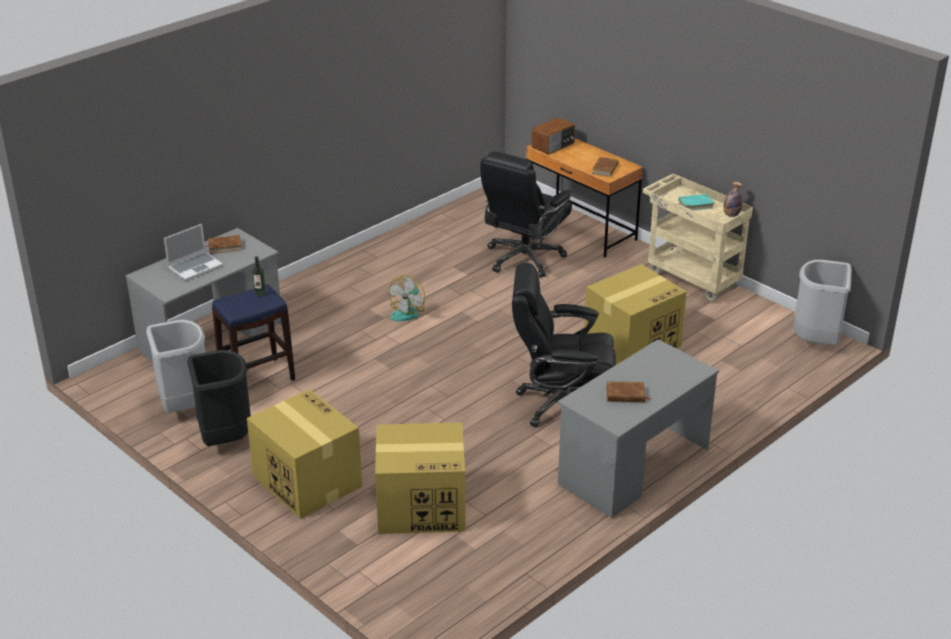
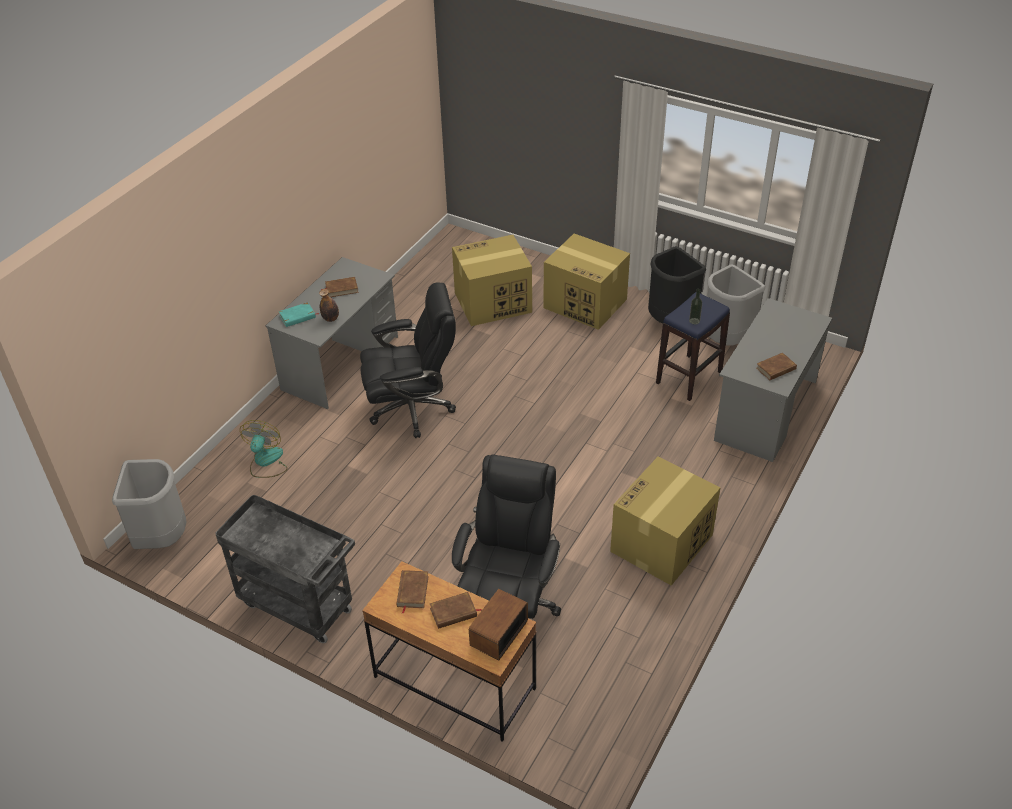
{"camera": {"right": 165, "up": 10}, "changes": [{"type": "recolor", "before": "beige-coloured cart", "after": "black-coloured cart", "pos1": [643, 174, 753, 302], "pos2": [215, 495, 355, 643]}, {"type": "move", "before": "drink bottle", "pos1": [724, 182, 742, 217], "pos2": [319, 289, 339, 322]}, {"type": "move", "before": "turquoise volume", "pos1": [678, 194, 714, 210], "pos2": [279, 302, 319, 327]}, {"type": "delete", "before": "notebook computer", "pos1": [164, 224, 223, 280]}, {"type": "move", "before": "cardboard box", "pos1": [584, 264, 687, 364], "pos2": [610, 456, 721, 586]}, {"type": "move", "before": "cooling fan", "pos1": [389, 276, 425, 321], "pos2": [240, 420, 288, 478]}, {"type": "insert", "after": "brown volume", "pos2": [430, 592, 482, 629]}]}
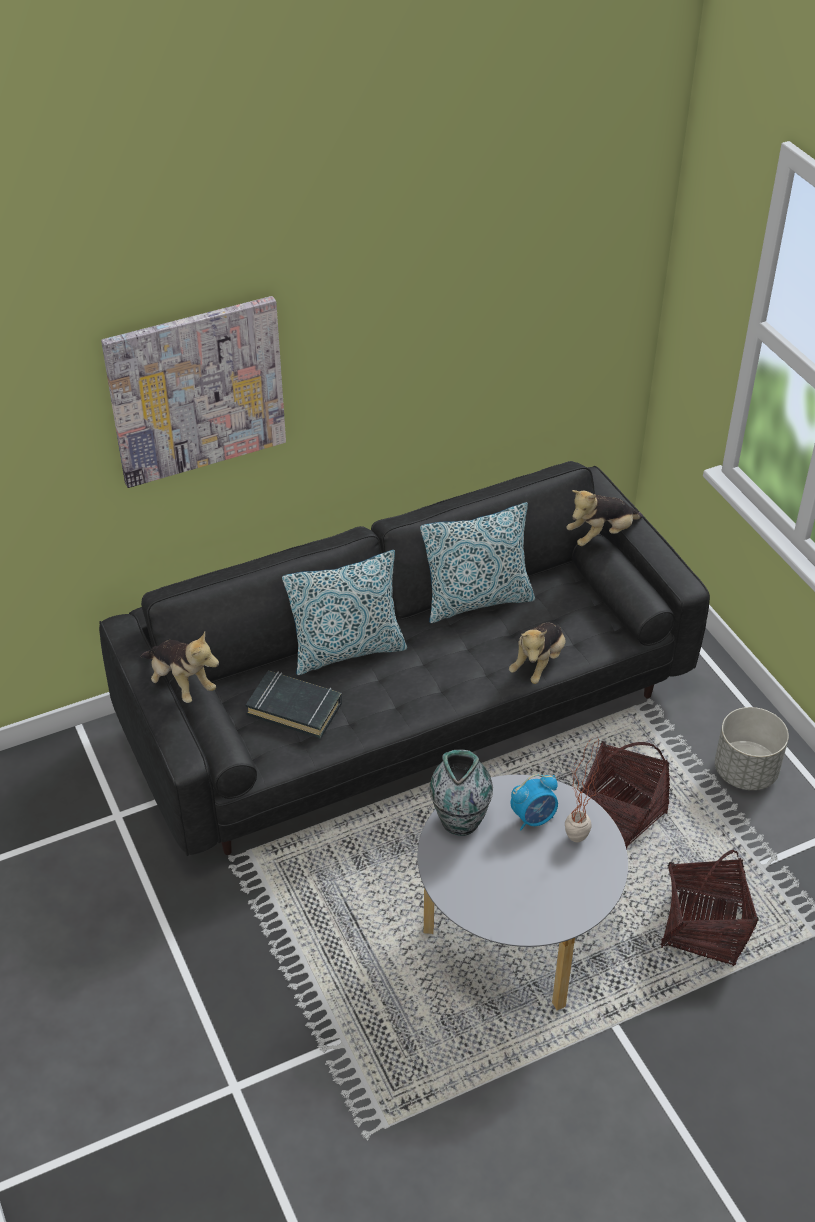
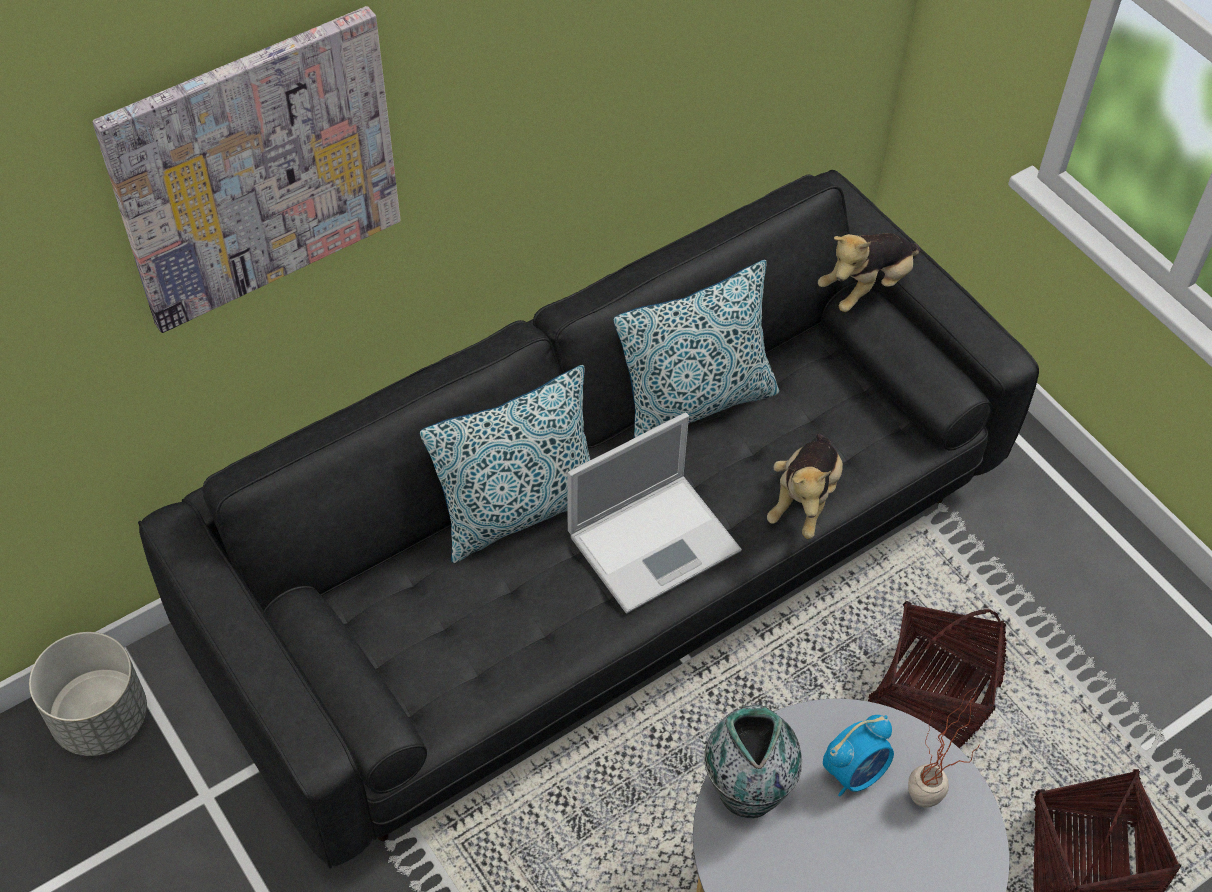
{"camera": {"right": -10, "up": 10}, "changes": [{"type": "delete", "before": "plush toy", "pos1": [140, 631, 219, 703]}, {"type": "delete", "before": "black-coloured volume", "pos1": [246, 670, 342, 739]}, {"type": "move", "before": "gray flower pot", "pos1": [715, 707, 789, 790], "pos2": [29, 632, 147, 756]}, {"type": "insert", "after": "notebook computer", "pos2": [567, 412, 742, 613]}]}
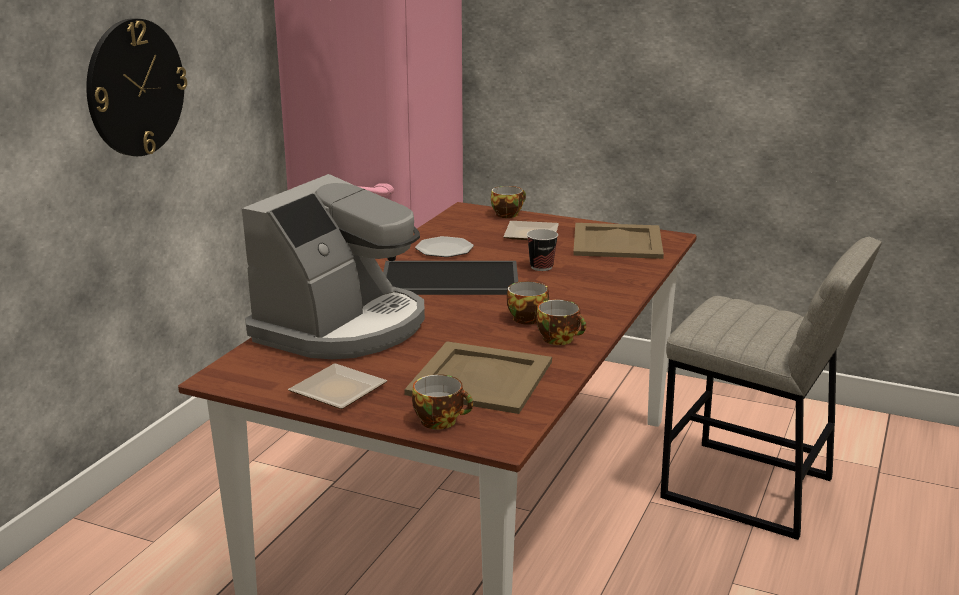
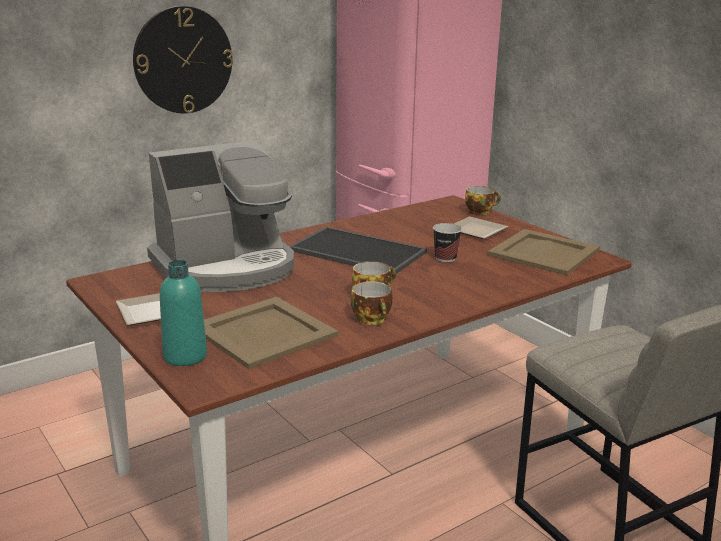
{"camera": {"right": 30, "up": 0}, "changes": [{"type": "delete", "before": "plate", "pos1": [415, 236, 474, 257]}, {"type": "replace", "before": "drinking cup", "after": "turquoise drink bottle", "pos1": [412, 374, 473, 430], "pos2": [160, 260, 207, 366]}]}
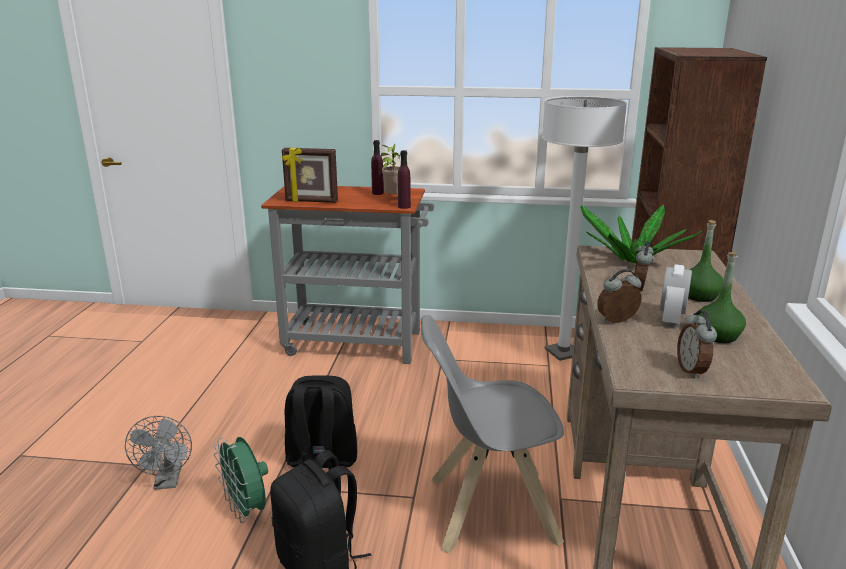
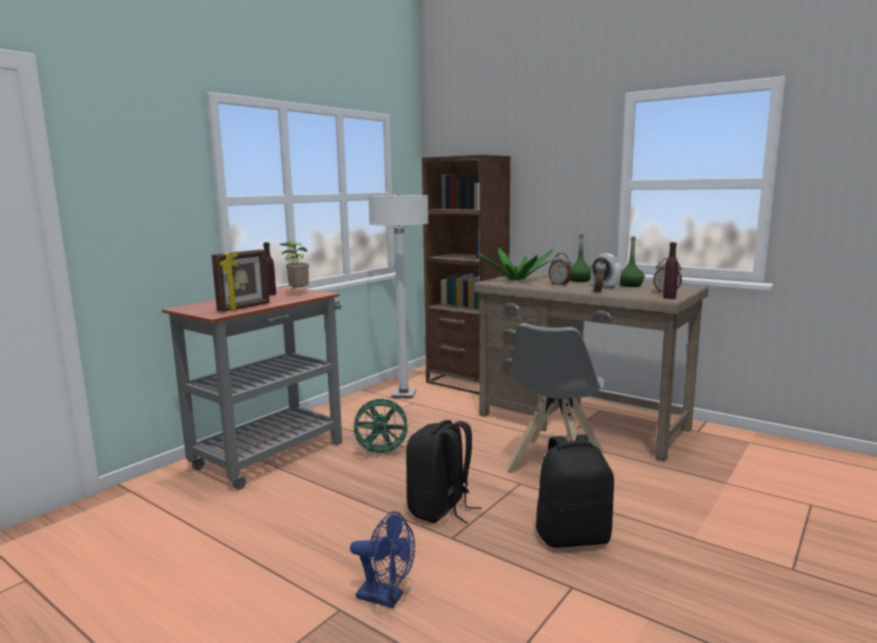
{"camera": {"right": -60, "up": -10}, "changes": [{"type": "move", "before": "purplish drink bottle", "pos1": [398, 150, 411, 209], "pos2": [663, 242, 678, 299]}, {"type": "recolor", "before": "gray cooling fan", "after": "blue cooling fan", "pos1": [125, 416, 192, 490], "pos2": [350, 511, 415, 608]}, {"type": "move", "before": "green-coloured cooling fan", "pos1": [214, 437, 268, 523], "pos2": [350, 399, 411, 457]}]}
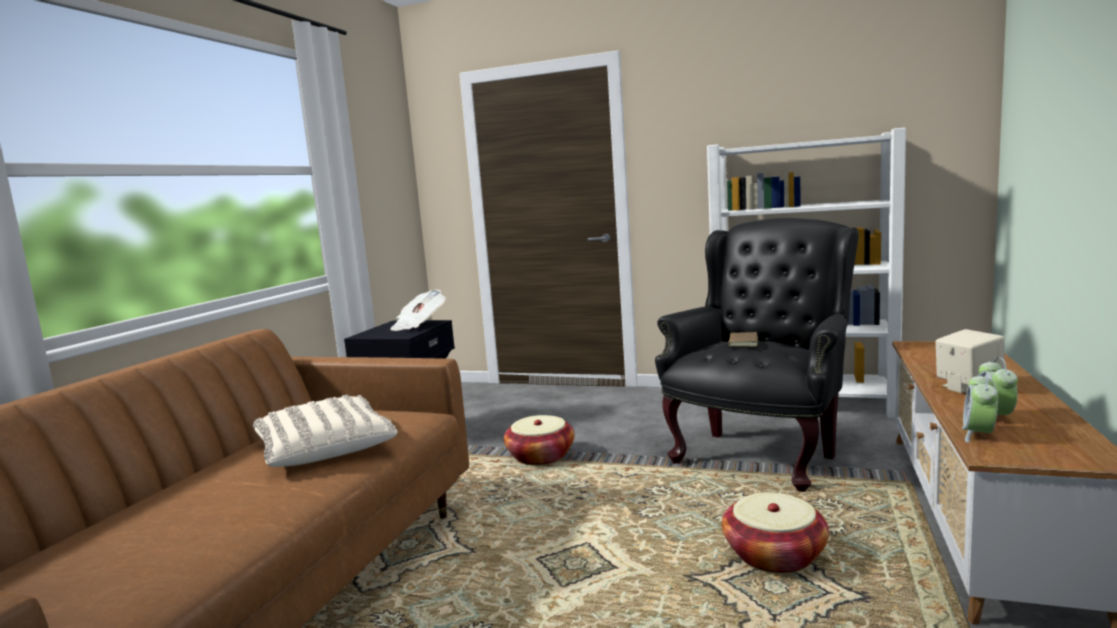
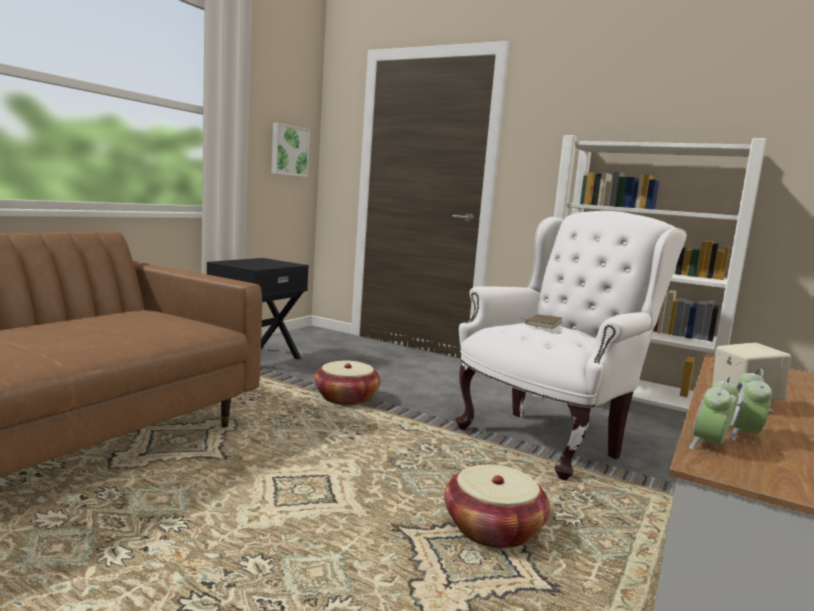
{"camera": {"right": 10, "up": 0}, "changes": [{"type": "recolor", "before": "black-coloured armchair", "after": "white-coloured armchair", "pos1": [655, 218, 859, 492], "pos2": [455, 211, 687, 480]}, {"type": "delete", "before": "daily paper", "pos1": [390, 289, 446, 331]}, {"type": "delete", "before": "beige-coloured pillow", "pos1": [253, 395, 398, 467]}, {"type": "insert", "after": "wall picture", "pos2": [272, 123, 310, 177]}]}
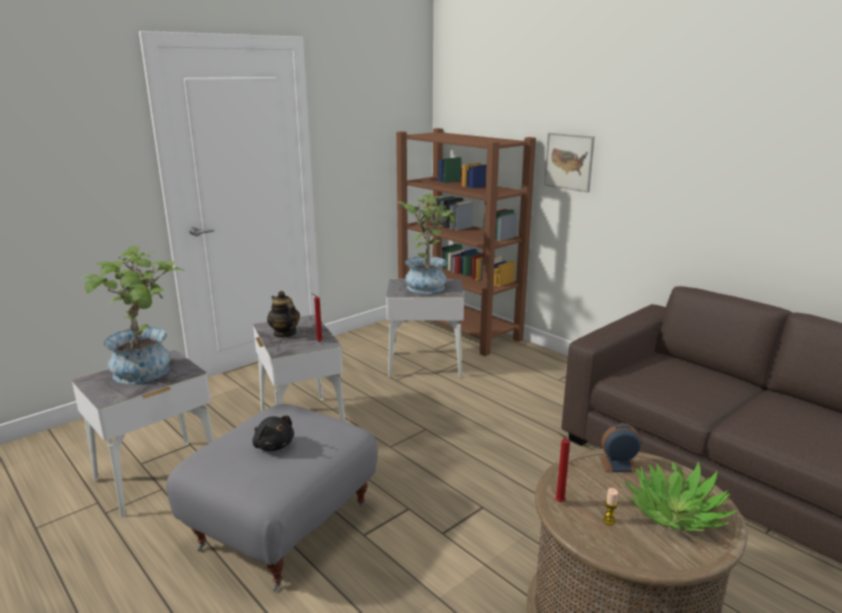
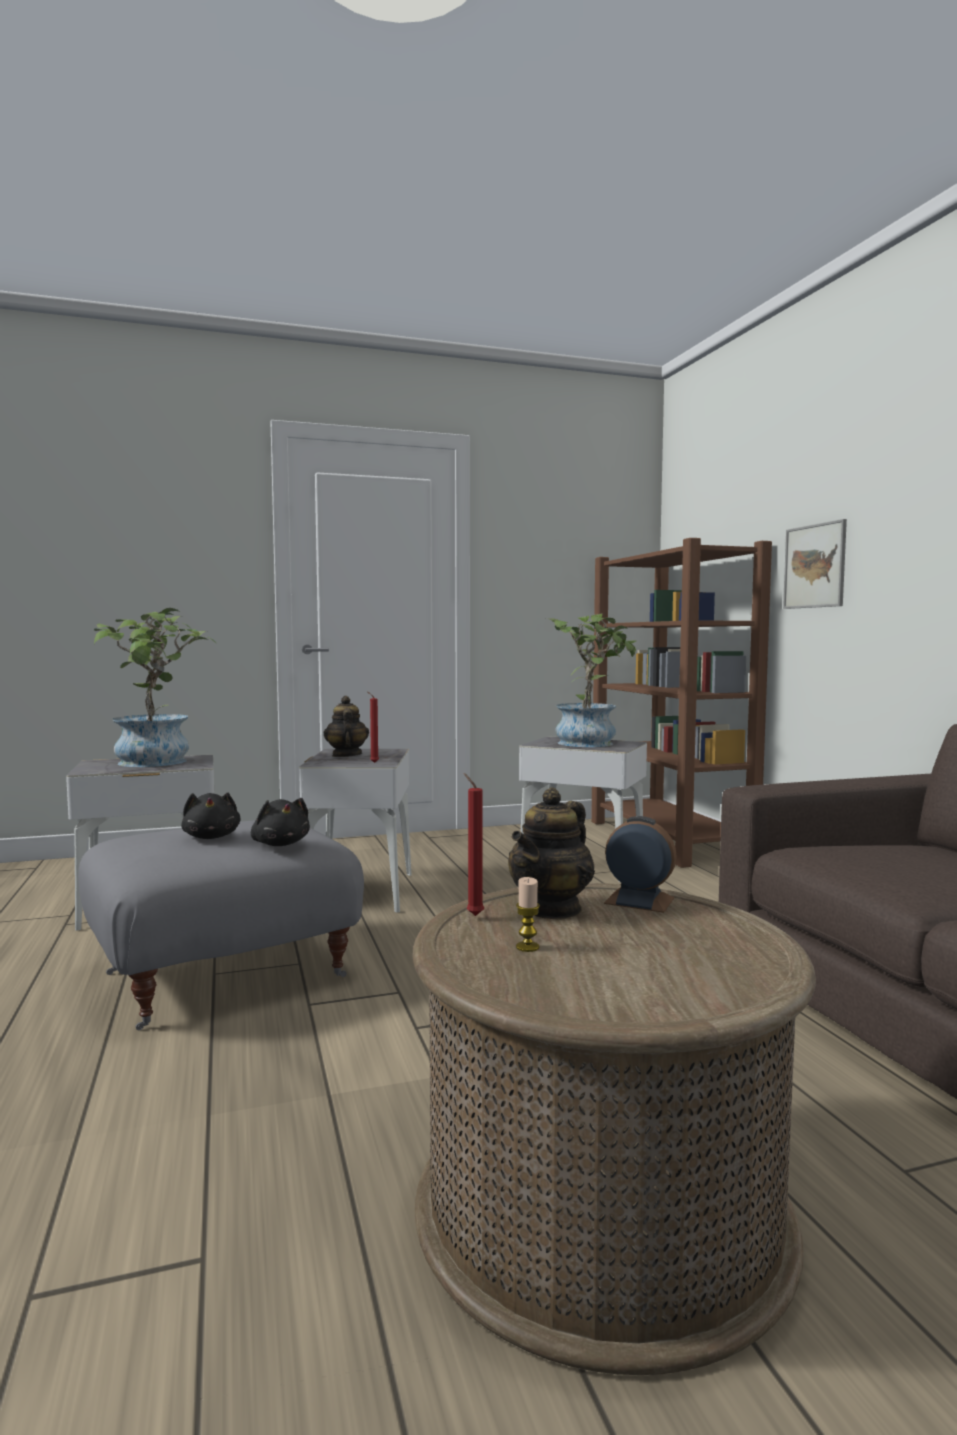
{"camera": {"right": 25, "up": -15}, "changes": [{"type": "delete", "before": "potted plant", "pos1": [625, 461, 738, 531]}, {"type": "insert", "after": "tea pot", "pos2": [508, 787, 595, 920]}, {"type": "insert", "after": "black-coloured plush toy", "pos2": [251, 798, 310, 846]}]}
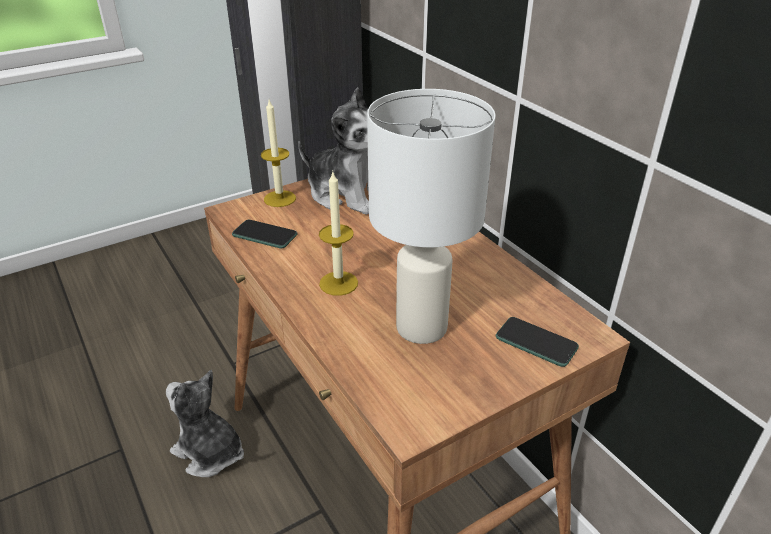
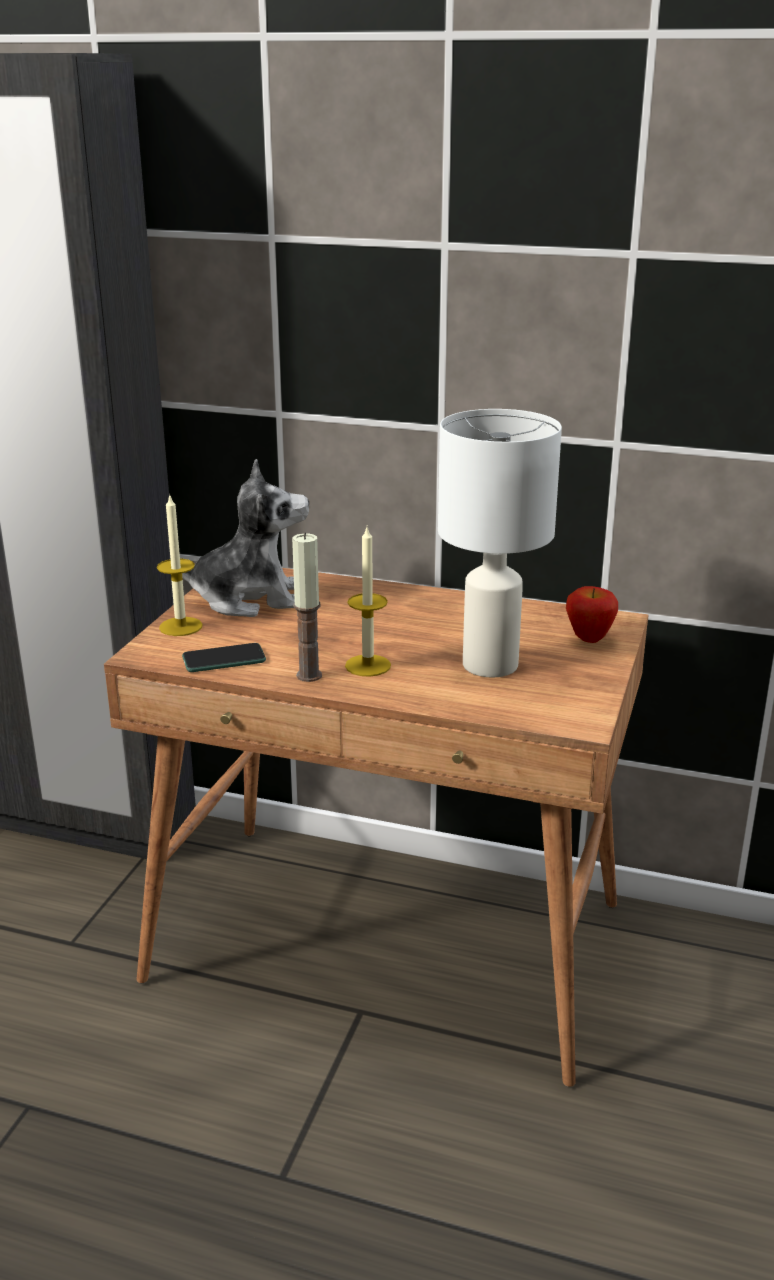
{"camera": {"right": -40, "up": -10}, "changes": [{"type": "replace", "before": "phone", "after": "whole apple", "pos1": [496, 317, 579, 367], "pos2": [566, 586, 618, 643]}, {"type": "delete", "before": "plush toy", "pos1": [166, 370, 244, 477]}, {"type": "insert", "after": "wax light", "pos2": [292, 533, 322, 682]}]}
